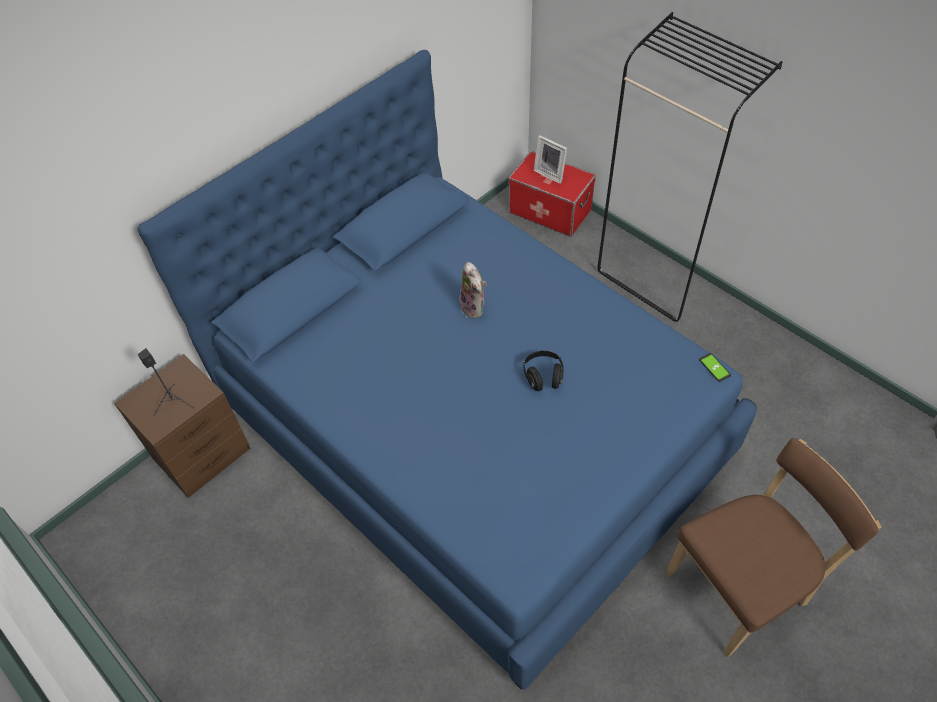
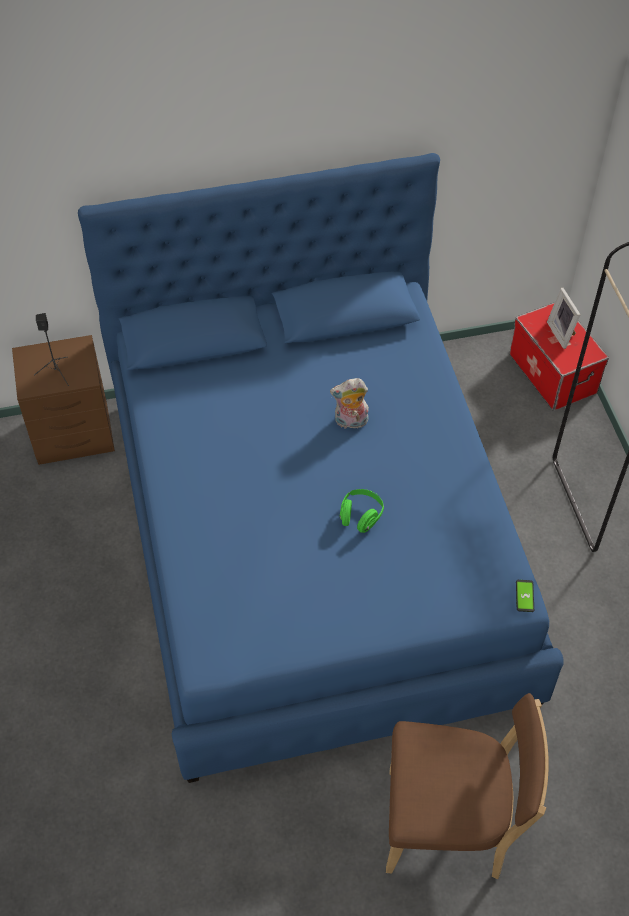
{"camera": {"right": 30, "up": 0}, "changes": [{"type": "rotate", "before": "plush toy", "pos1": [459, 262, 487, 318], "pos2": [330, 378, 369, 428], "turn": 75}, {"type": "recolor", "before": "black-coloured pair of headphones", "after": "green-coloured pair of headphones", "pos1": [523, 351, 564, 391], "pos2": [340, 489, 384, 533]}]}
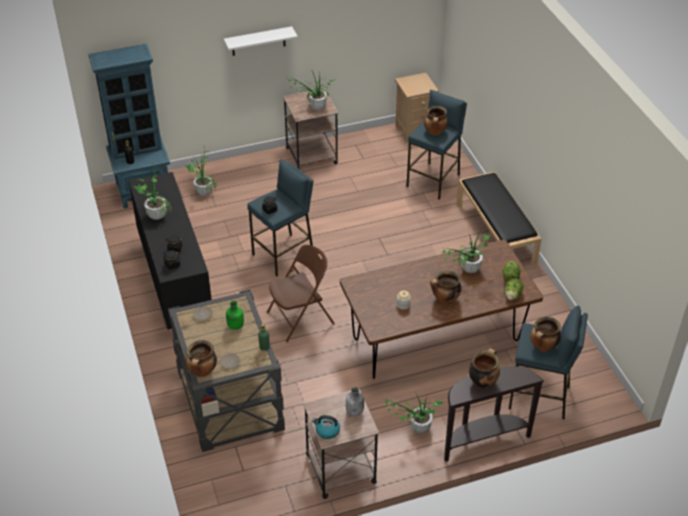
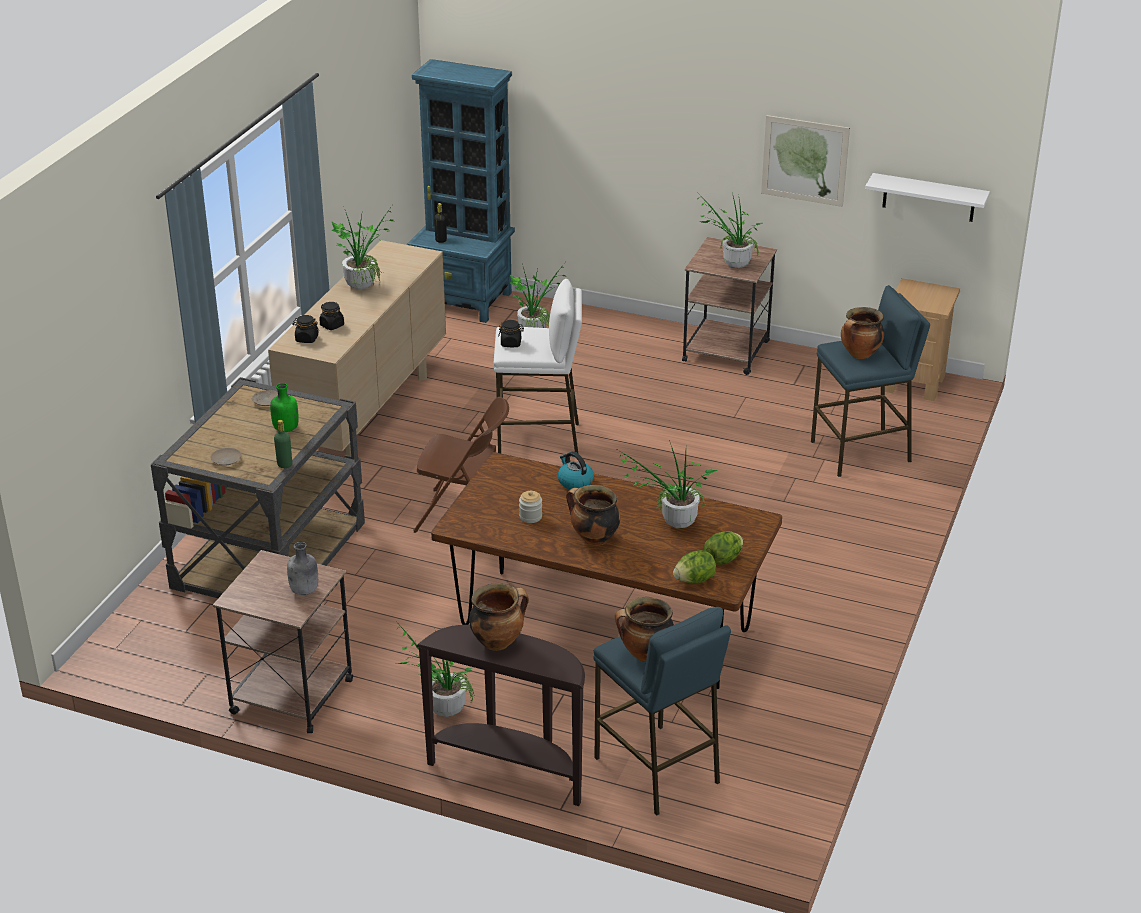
{"camera": {"right": 40, "up": -10}, "changes": [{"type": "move", "before": "white-coloured bracket shelf", "pos1": [224, 26, 298, 56], "pos2": [865, 173, 990, 222]}, {"type": "recolor", "before": "blue stool seat", "after": "white-coloured stool seat", "pos1": [247, 159, 313, 277], "pos2": [494, 279, 582, 453]}, {"type": "delete", "before": "black-coloured long seat", "pos1": [456, 171, 542, 265]}, {"type": "recolor", "before": "black-coloured dresser", "after": "beige-coloured dresser", "pos1": [129, 172, 212, 330], "pos2": [268, 240, 446, 456]}, {"type": "delete", "before": "saucepot", "pos1": [186, 340, 217, 377]}, {"type": "move", "before": "tea kettle", "pos1": [312, 415, 340, 439], "pos2": [558, 451, 594, 490]}, {"type": "insert", "after": "wall picture", "pos2": [761, 115, 850, 207]}]}
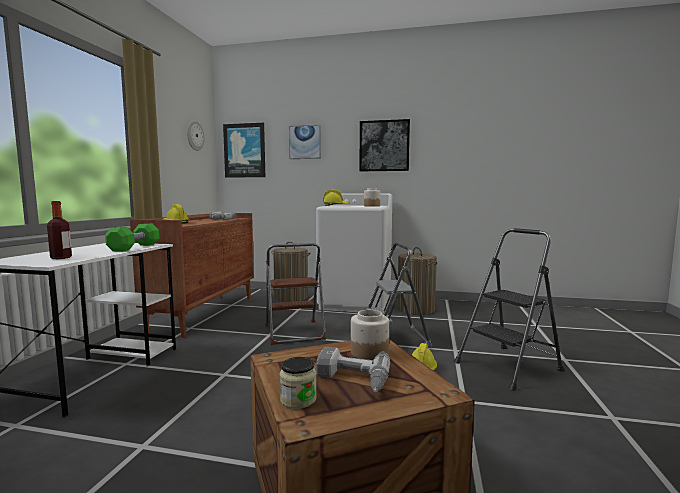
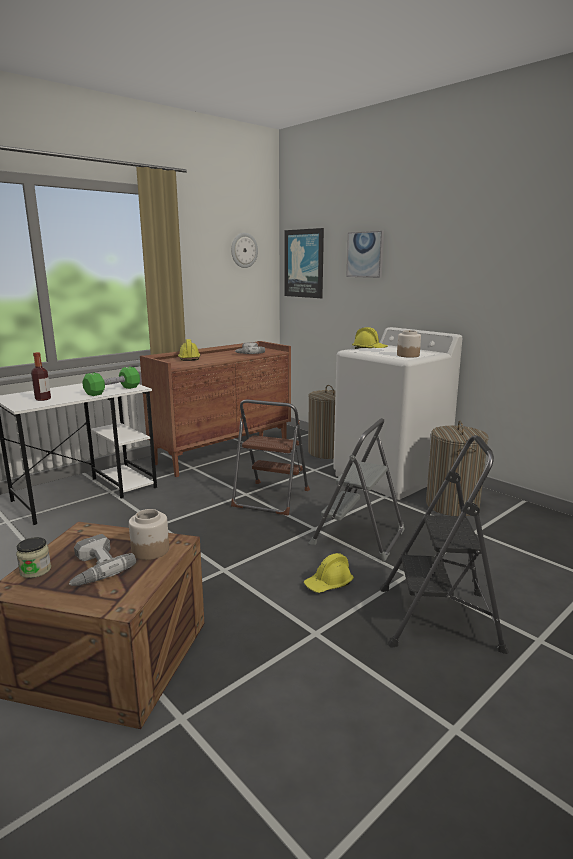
{"camera": {"right": 35, "up": 10}, "changes": [{"type": "delete", "before": "wall picture", "pos1": [359, 119, 410, 171]}]}
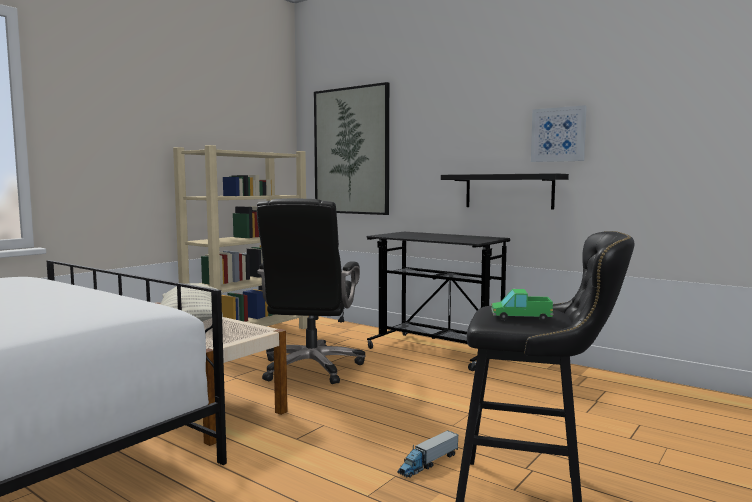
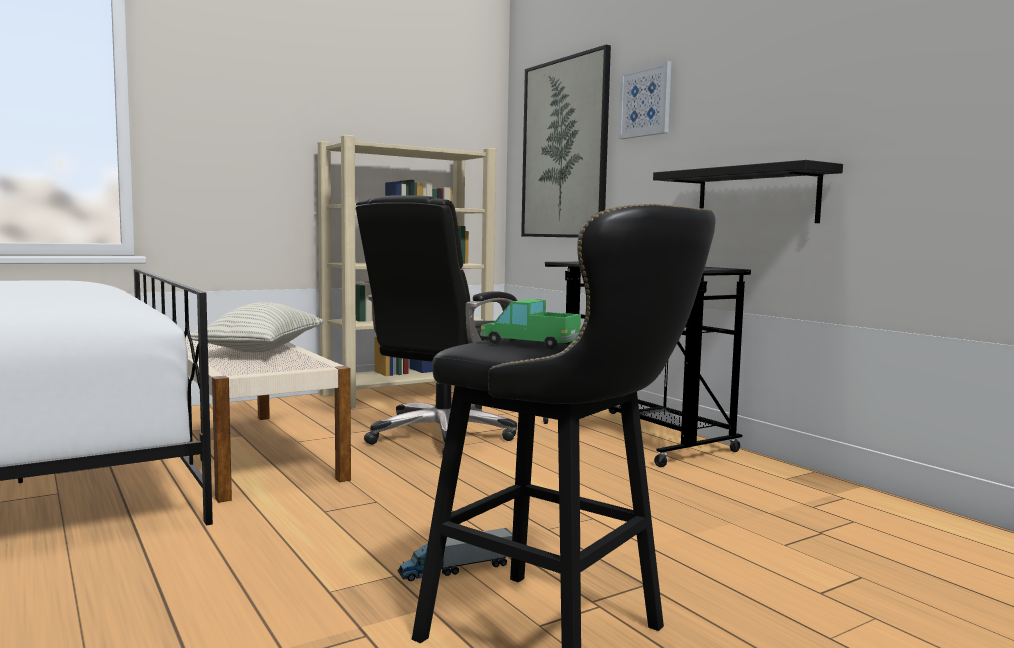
{"camera": {"right": 20, "up": 0}, "changes": [{"type": "move", "before": "wall picture", "pos1": [531, 105, 587, 162], "pos2": [618, 61, 671, 139]}]}
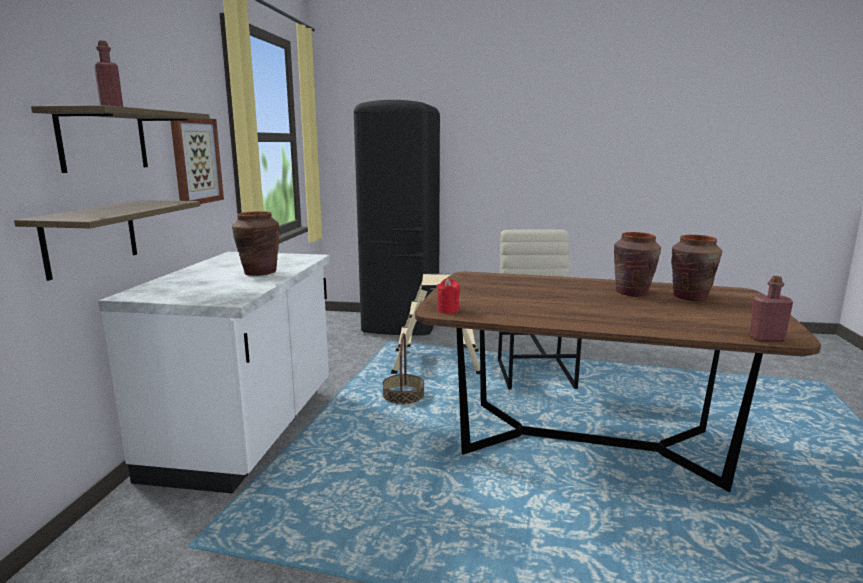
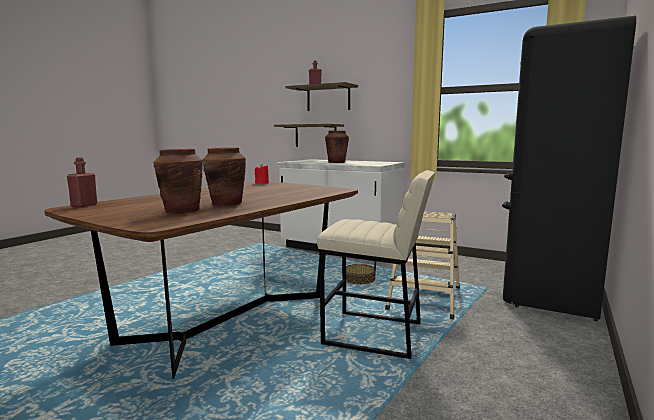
{"camera": {"right": 110, "up": -5}, "changes": [{"type": "delete", "before": "wall picture", "pos1": [171, 119, 224, 204]}]}
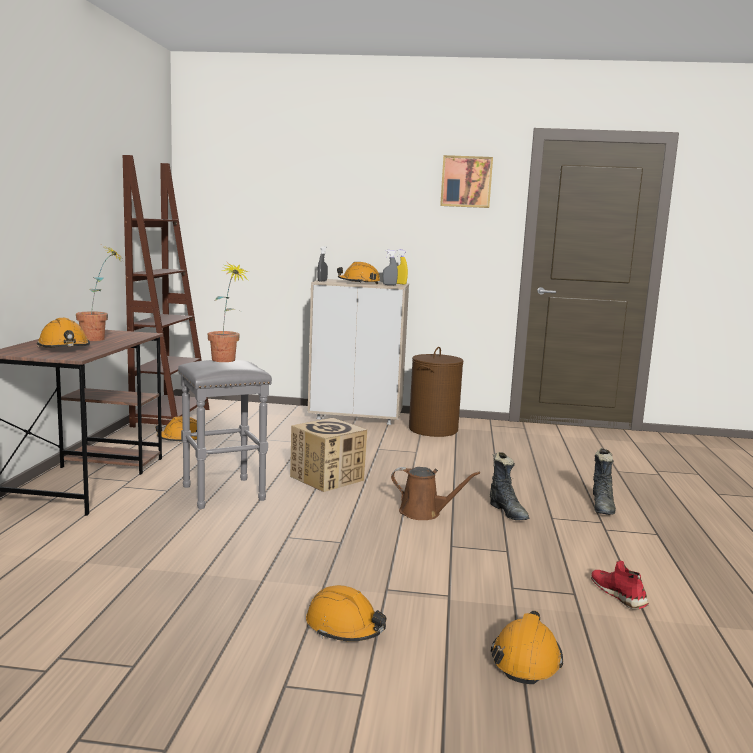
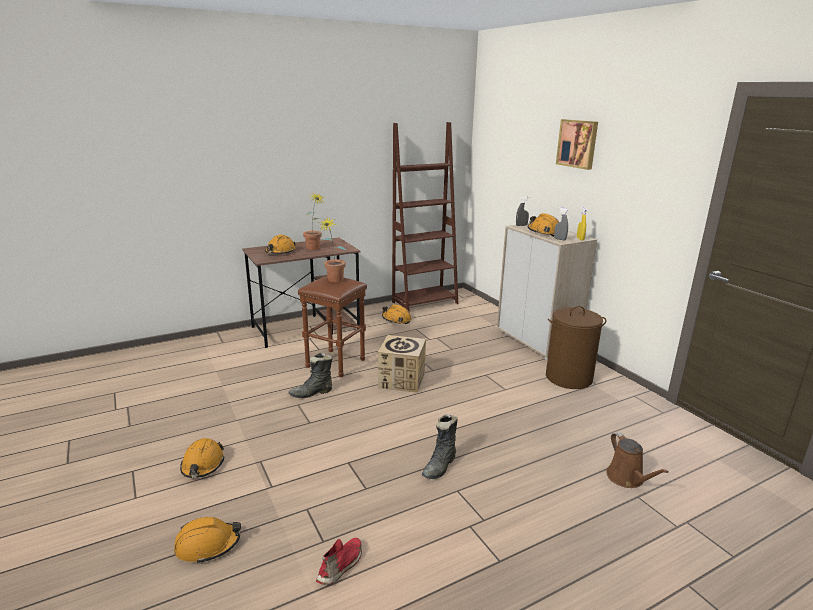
{"camera": {"right": 55, "up": 10}, "changes": [{"type": "move", "before": "wall picture", "pos1": [440, 155, 493, 208], "pos2": [556, 119, 598, 170]}, {"type": "recolor", "before": "gray stool seat", "after": "brown stool seat", "pos1": [178, 360, 272, 509], "pos2": [298, 276, 367, 377]}, {"type": "move", "before": "black-coloured tall boot", "pos1": [593, 448, 616, 515], "pos2": [288, 352, 333, 398]}, {"type": "move", "before": "brown watering pot", "pos1": [391, 467, 480, 520], "pos2": [607, 432, 669, 488]}]}
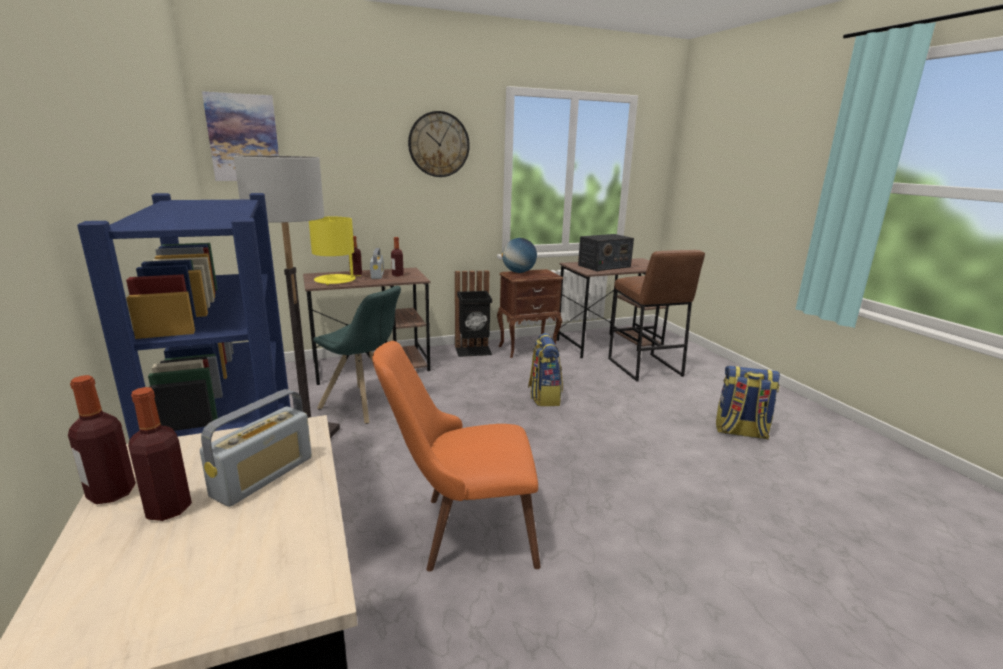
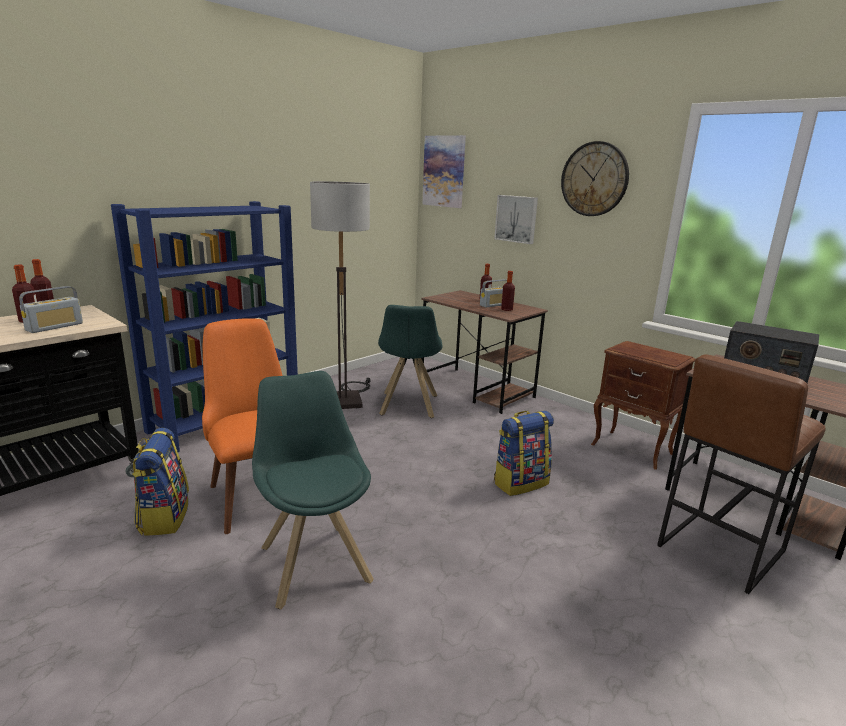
{"camera": {"right": 65, "up": 0}, "changes": [{"type": "delete", "before": "yellow-coloured table lamp", "pos1": [309, 217, 361, 285]}, {"type": "delete", "before": "globe", "pos1": [501, 238, 537, 273]}, {"type": "delete", "before": "black-coloured waste bin", "pos1": [455, 270, 492, 357]}, {"type": "move", "before": "rucksack", "pos1": [716, 366, 780, 439], "pos2": [132, 428, 189, 536]}, {"type": "rotate", "before": "radio receiver", "pos1": [200, 389, 312, 507], "pos2": [19, 286, 83, 333], "turn": -60}, {"type": "insert", "after": "wall picture", "pos2": [494, 195, 538, 244]}, {"type": "insert", "after": "turquoise upright chair", "pos2": [252, 371, 374, 609]}]}
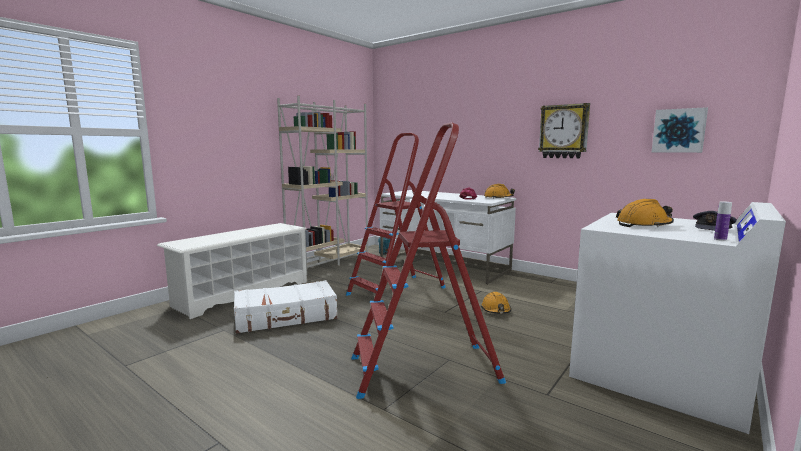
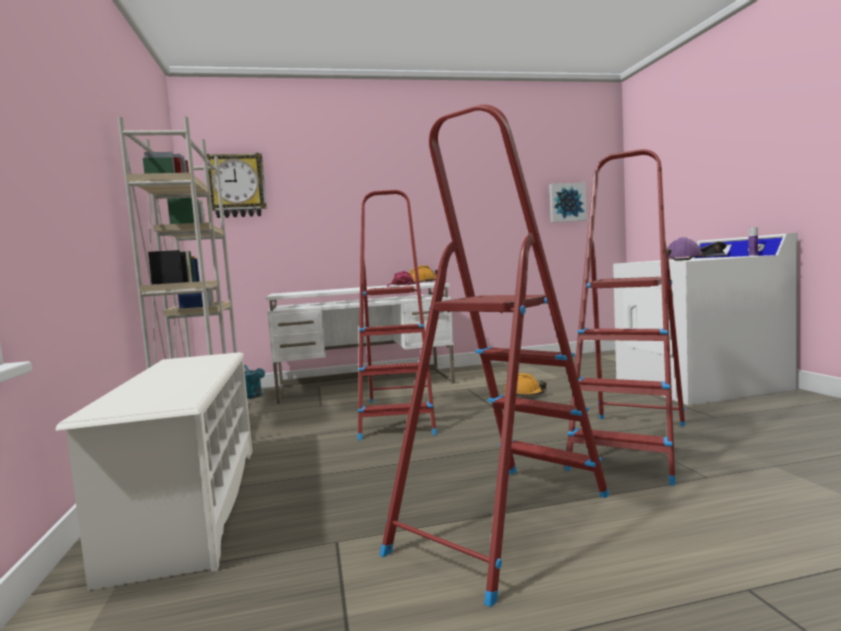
{"camera": {"right": -50, "up": -5}, "changes": [{"type": "move", "before": "hanging clock", "pos1": [538, 103, 590, 158], "pos2": [207, 153, 267, 218]}, {"type": "recolor", "before": "orangey hard hat", "after": "purplish hard hat", "pos1": [616, 199, 674, 227], "pos2": [667, 237, 704, 261]}, {"type": "delete", "before": "white-coloured travel case", "pos1": [234, 280, 338, 334]}, {"type": "insert", "after": "red step ladder", "pos2": [380, 104, 609, 607]}]}
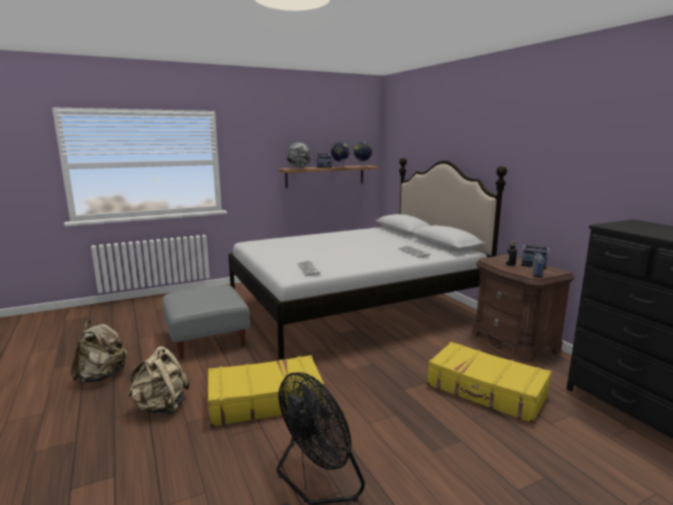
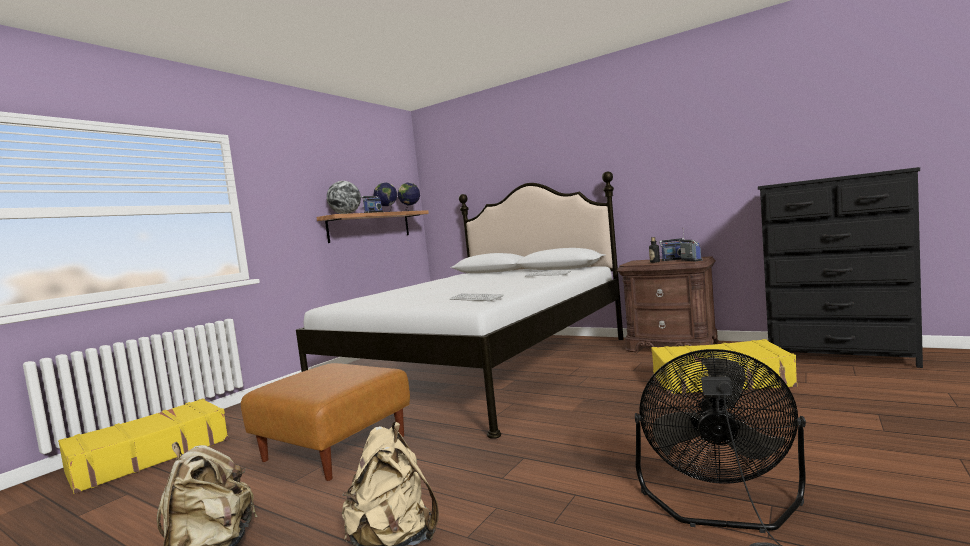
{"camera": {"right": -30, "up": -10}, "changes": [{"type": "recolor", "before": "gray footrest", "after": "brown footrest", "pos1": [162, 285, 250, 359], "pos2": [241, 363, 410, 481]}, {"type": "move", "before": "yellow-coloured travel case", "pos1": [208, 355, 324, 427], "pos2": [58, 398, 229, 494]}]}
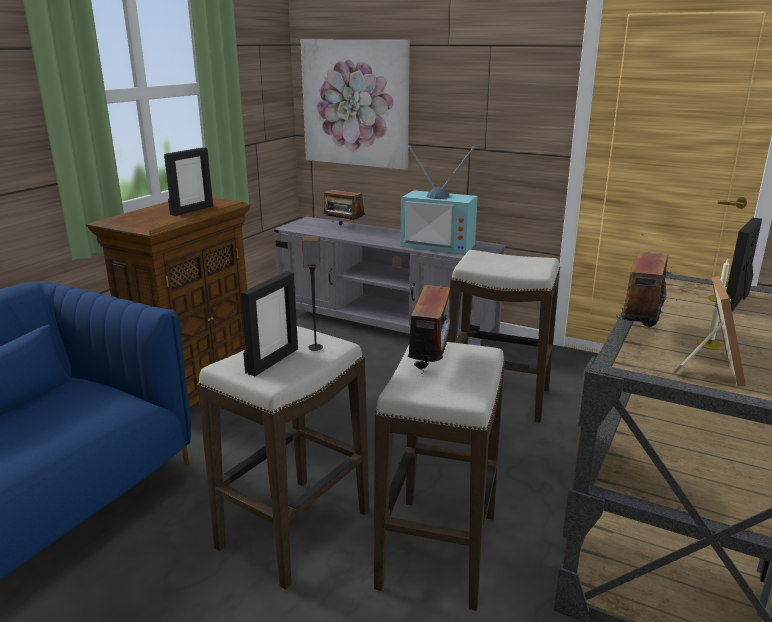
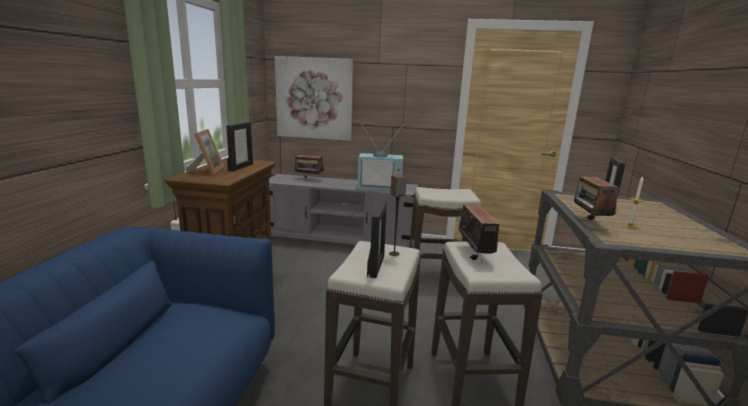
{"camera": {"right": -20, "up": -5}, "changes": [{"type": "move", "before": "standing frame", "pos1": [672, 276, 746, 387], "pos2": [186, 129, 224, 174]}]}
